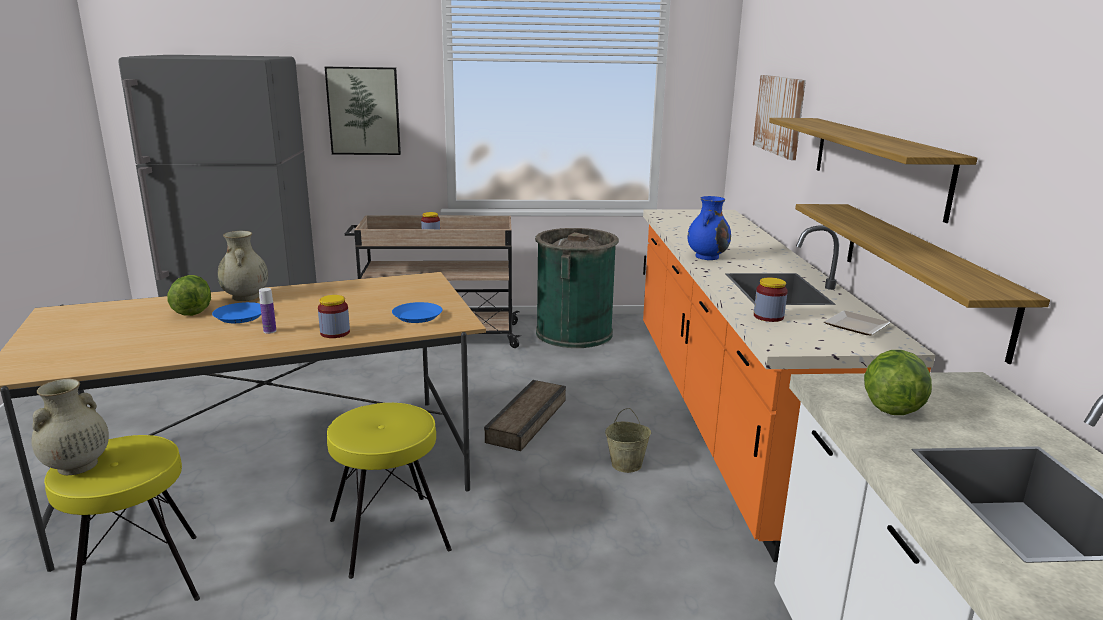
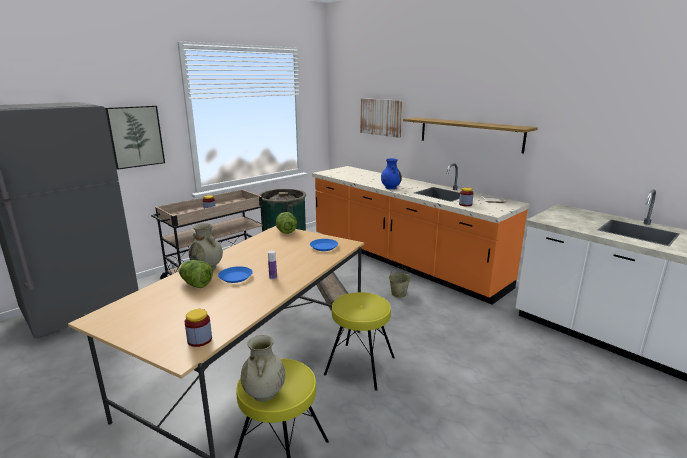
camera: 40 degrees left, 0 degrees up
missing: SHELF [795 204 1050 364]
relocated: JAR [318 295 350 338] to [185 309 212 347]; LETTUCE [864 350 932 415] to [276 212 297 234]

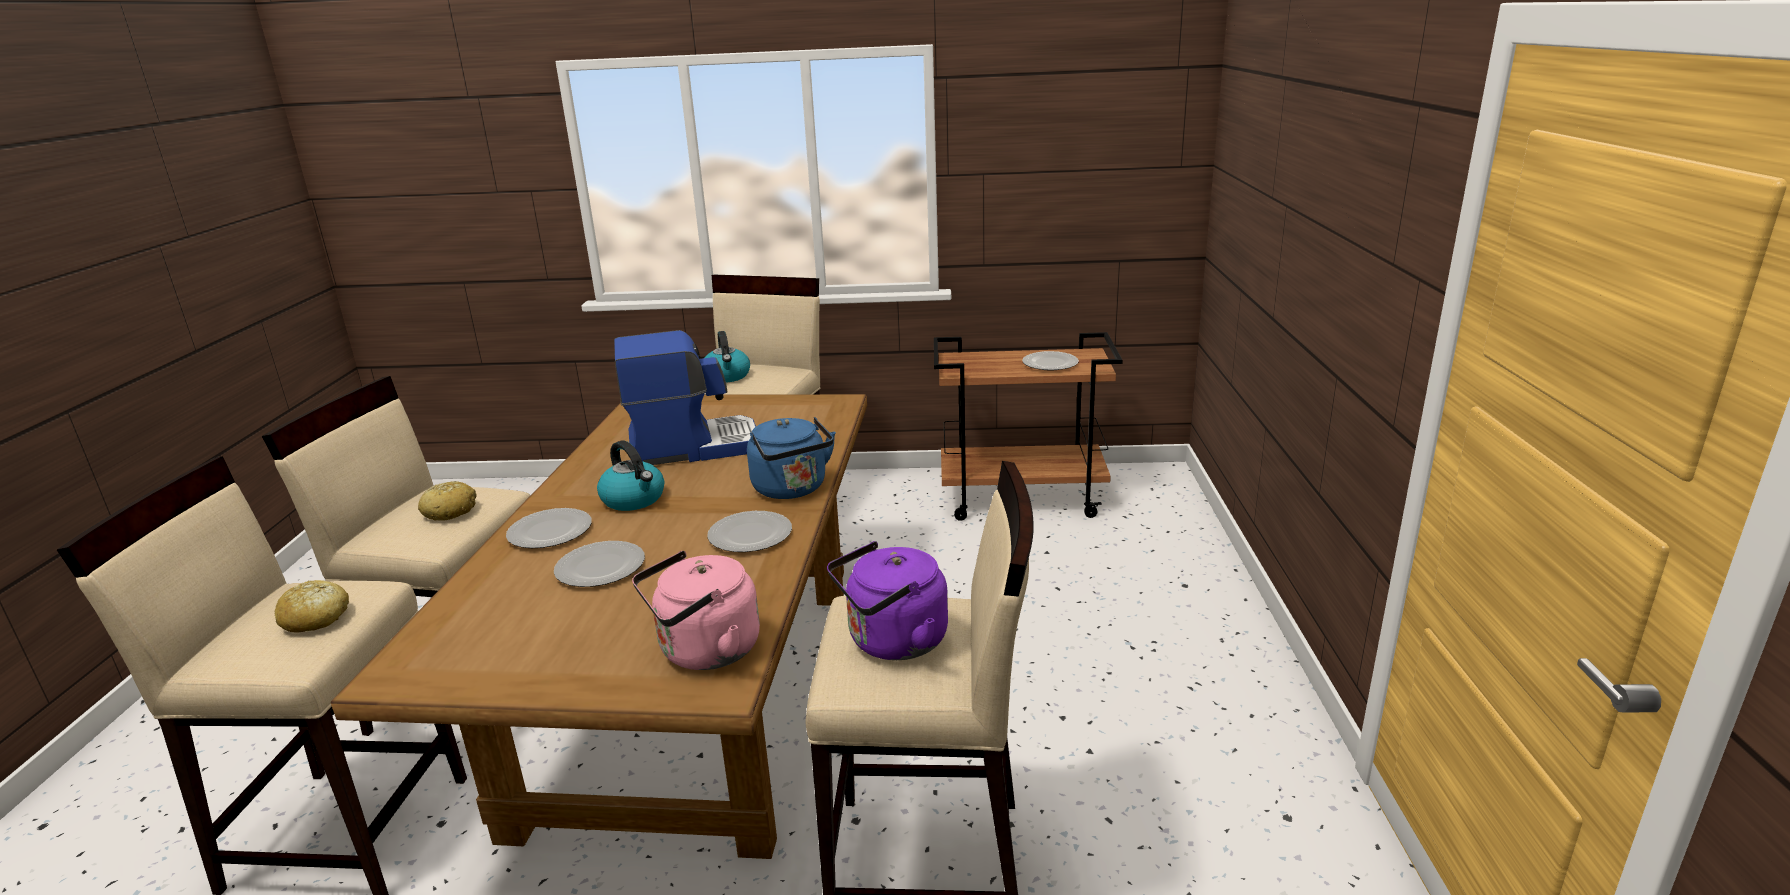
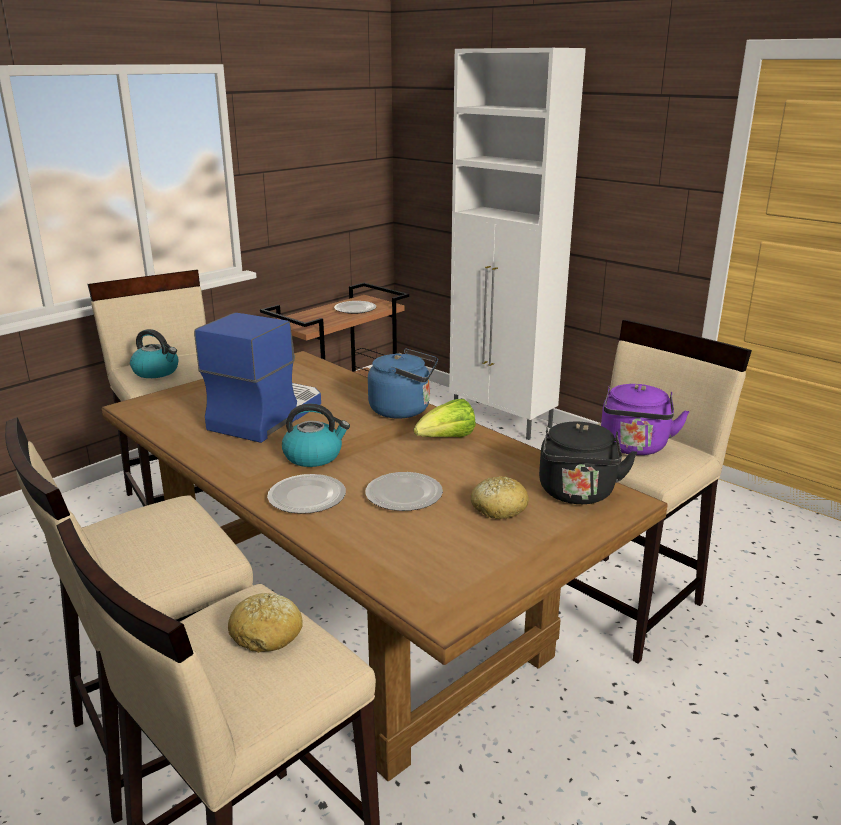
camera: 50 degrees left, 0 degrees up
appeared: WHITE CABINET [449 48 586 440]
relocated: BREAD [418 481 477 521] to [471 476 529 519]
exchanged: PLATE [707 511 792 552] to LETTUCE [414 399 476 438]
colour: PINK KETTLE [632 551 760 670] to BLACK KETTLE [539 422 637 504]

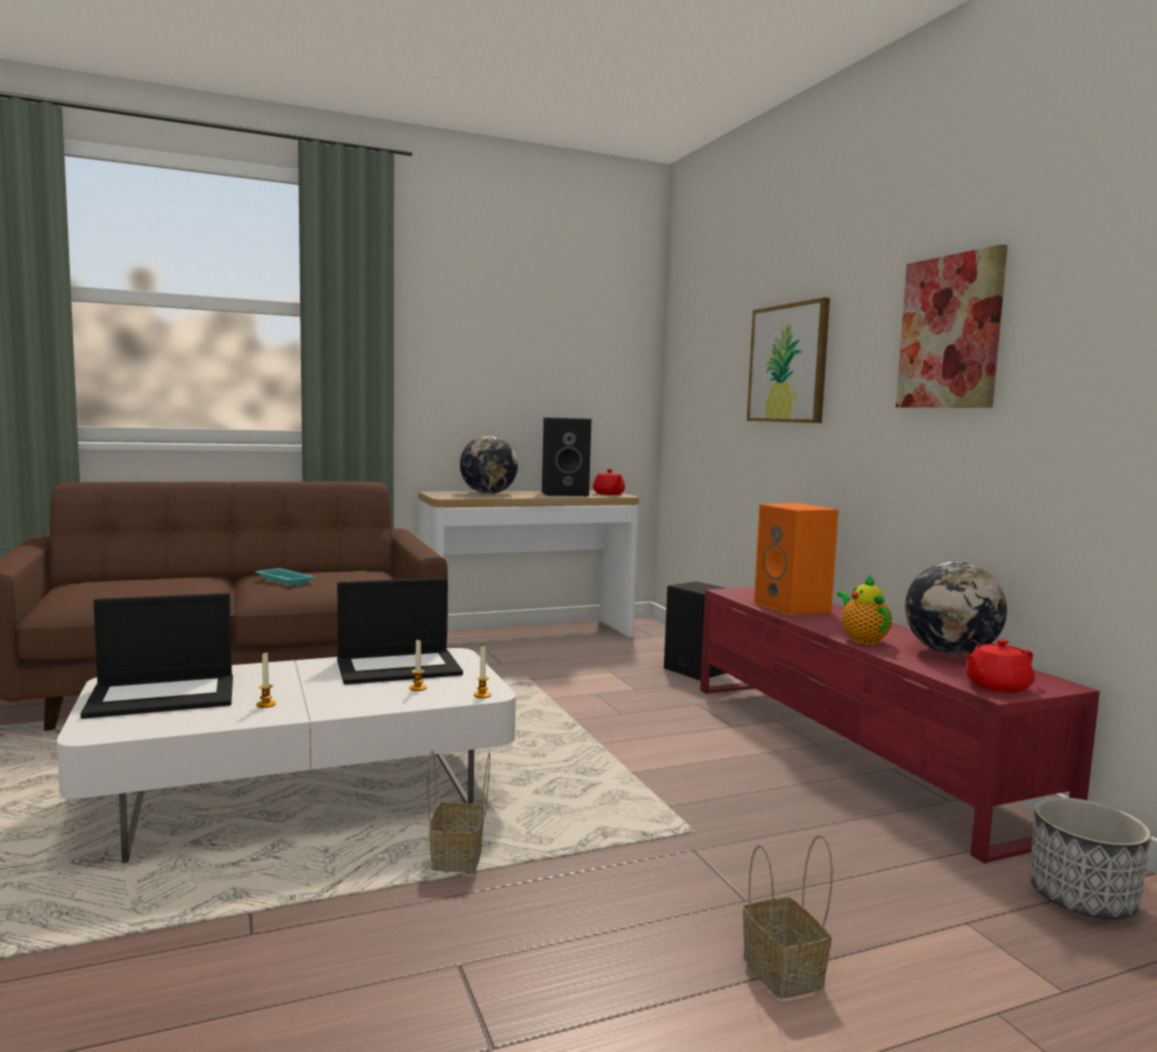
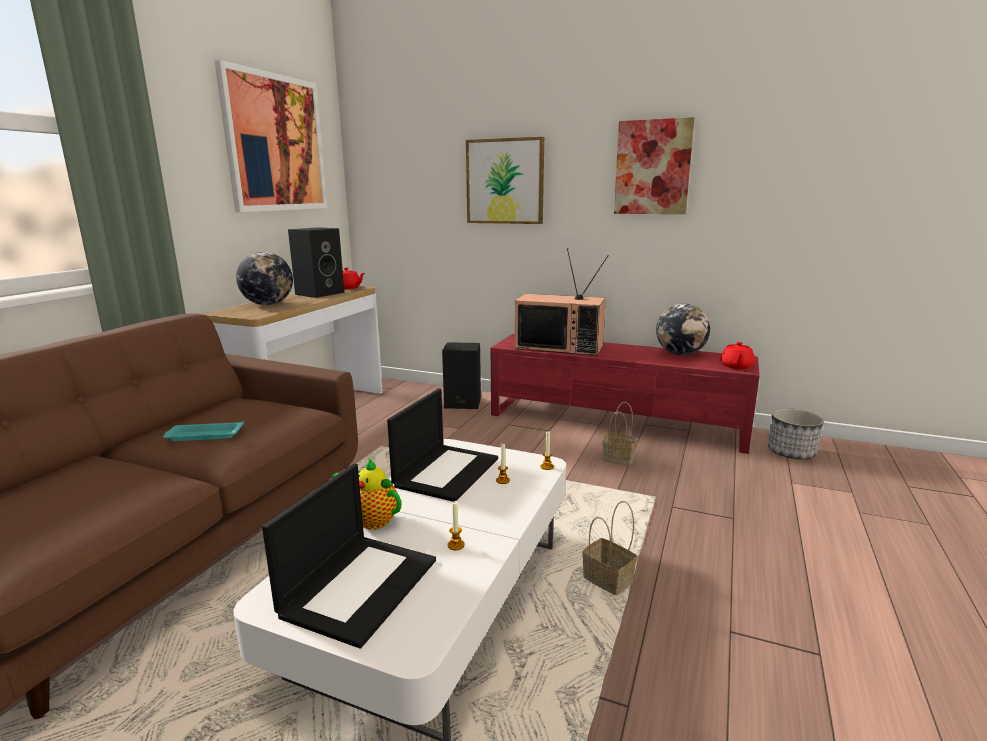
camera: 45 degrees left, 10 degrees up
appeared: PICTURE [214 60 327 212]
relocated: TEAPOT [837 574 892 645] to [332 459 401 530]; BASKET [743 835 833 999] to [602 402 637 466]
exchanged: ORANGE SPEAKER [754 503 839 616] to TELEVISION [515 248 609 356]

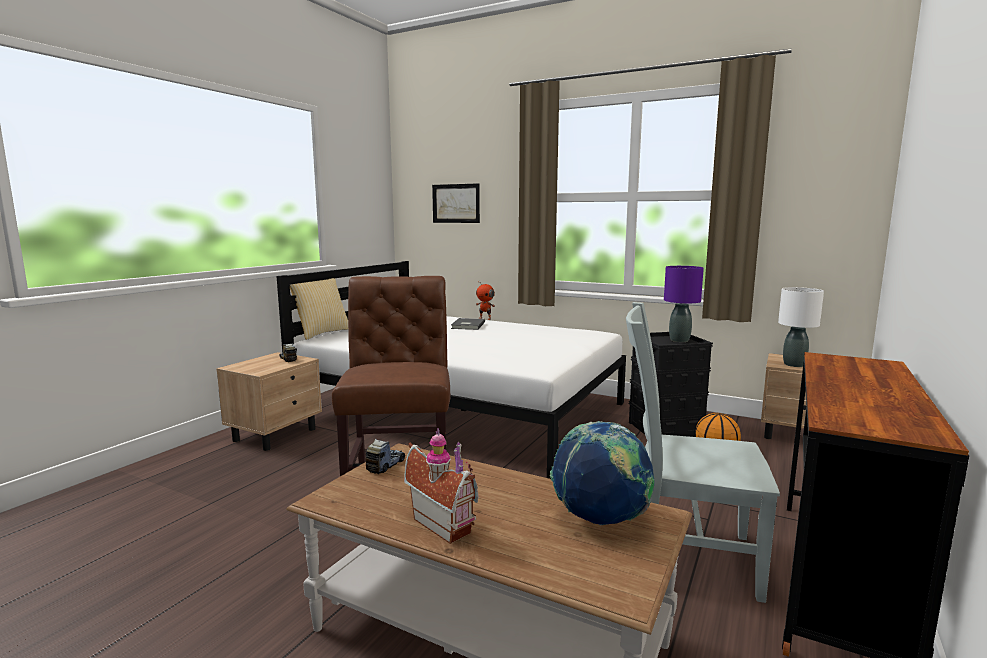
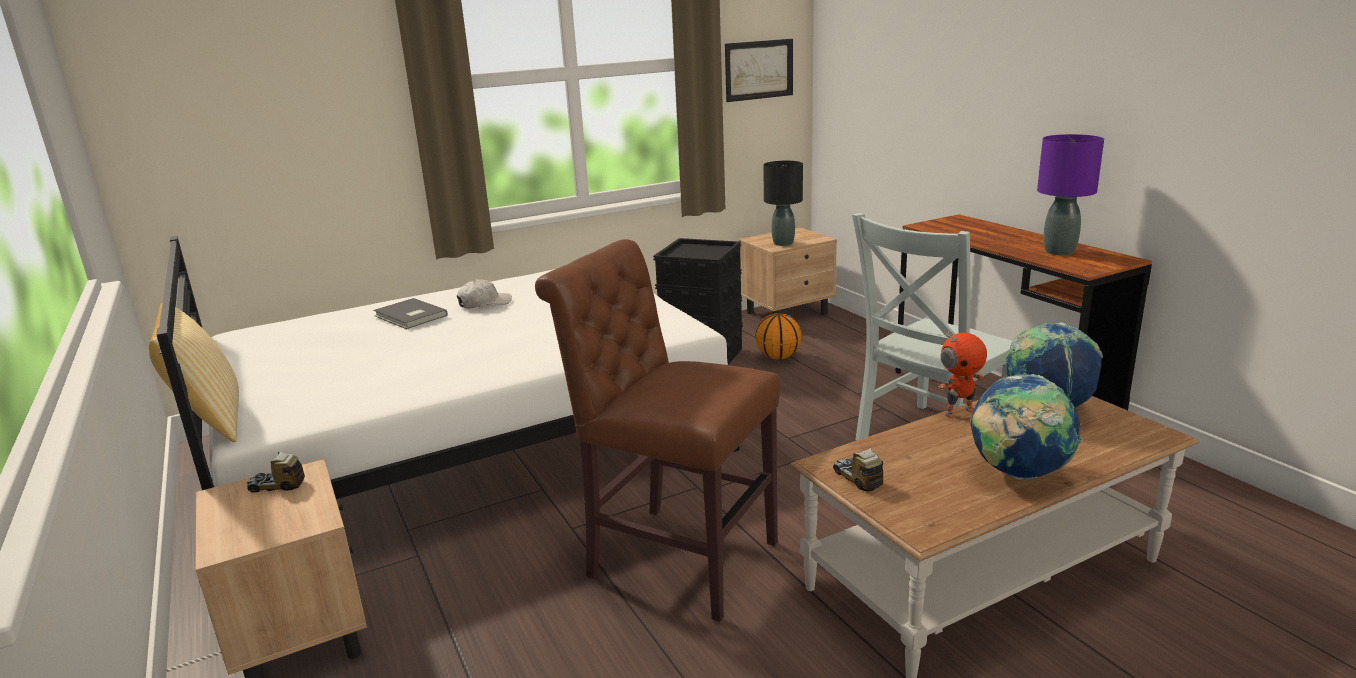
camera: 55 degrees left, 10 degrees up
appeared: WHITE CAP [457 279 512 309]
relocated: PICTURE [432 183 480 223] to [725 39 793 102]; PURPLE TABLE LAMP [664 266 704 342] to [1037 134 1104 255]; TOY ROBOT [476 281 495 320] to [938 330 987 418]
exchanged: TOY HOUSE [404 428 479 544] to GLOBE [970 374 1082 480]
colour: WHITE TABLE LAMP [778 287 824 367] to BLACK TABLE LAMP [763 161 803 246]

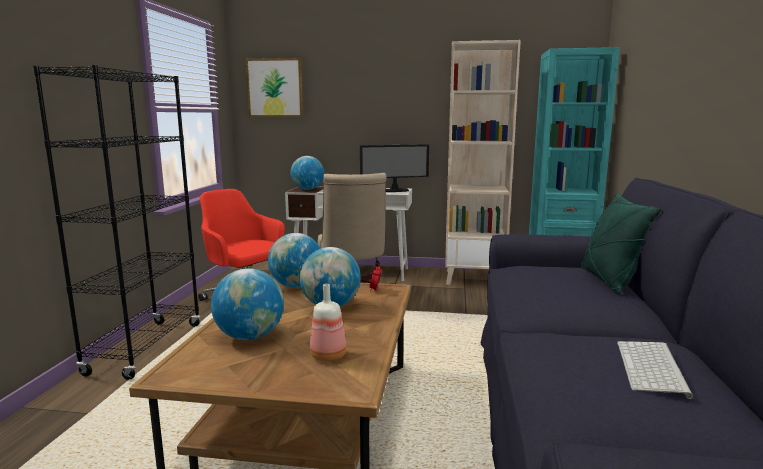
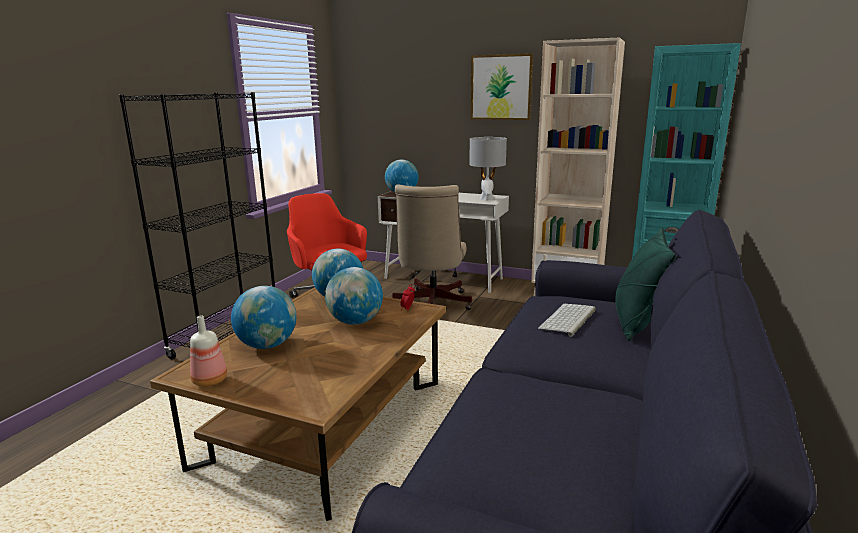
camera: 15 degrees right, 5 degrees up
relocated: PICTURE [246 58 303 117] to [471 53 534 120]; BOTTLE [310 284 347 362] to [190 315 227 387]; KEYBOARD [617 341 693 399] to [538 304 596 336]
exchanged: MONITOR [360 144 429 192] to GREY TABLE LAMP [469 137 507 200]

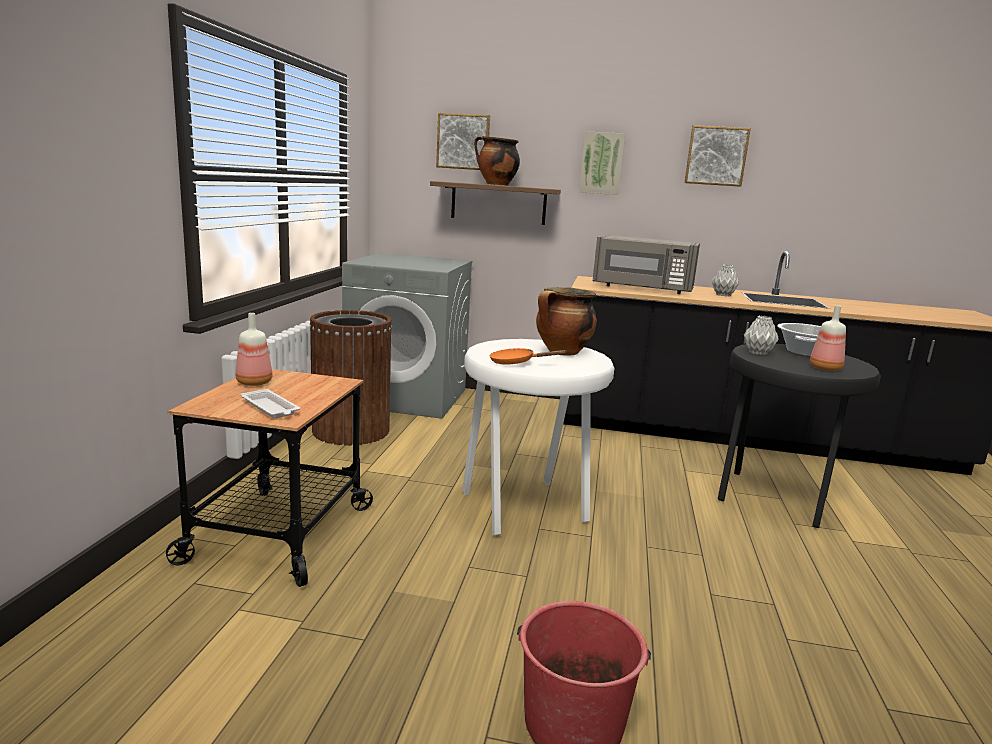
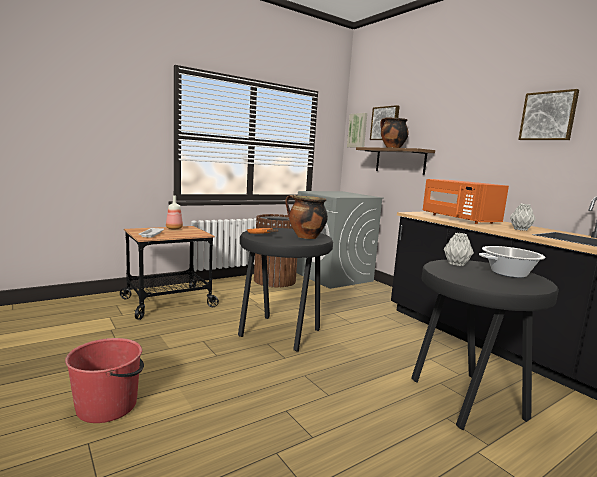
camera: 45 degrees right, 5 degrees down
missing: BOTTLE [810 305 846 371]
relocated: PICTURE [579 131 625 195] to [347 113 367 147]
colour: GREY MICROWAVE [593 235 700 294] to ORANGE MICROWAVE [423 179 509 224]; WHITE STOOL [462 339 614 535] to BLACK STOOL [238 228 333 352]

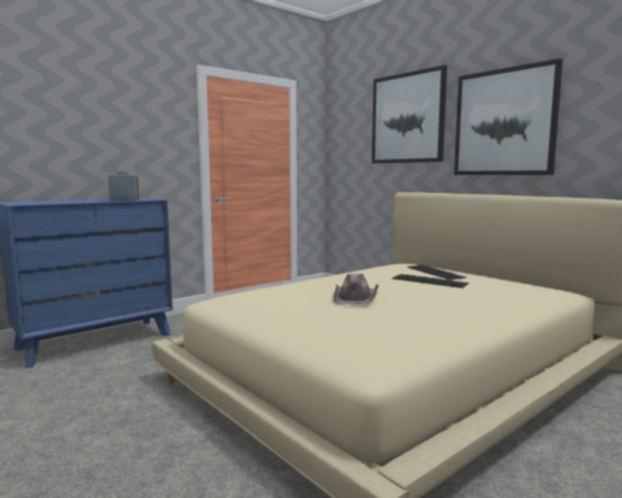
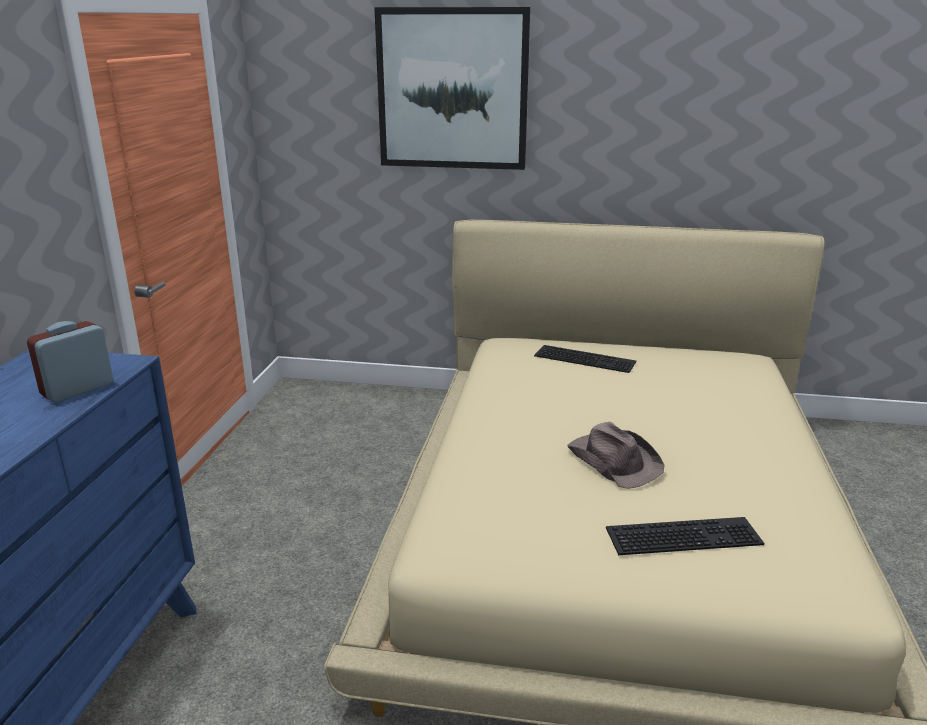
camera: 40 degrees left, 15 degrees up
missing: PICTURE [454 58 563 175]
relocated: KEYBOARD [392 274 469 288] to [606 517 764 555]

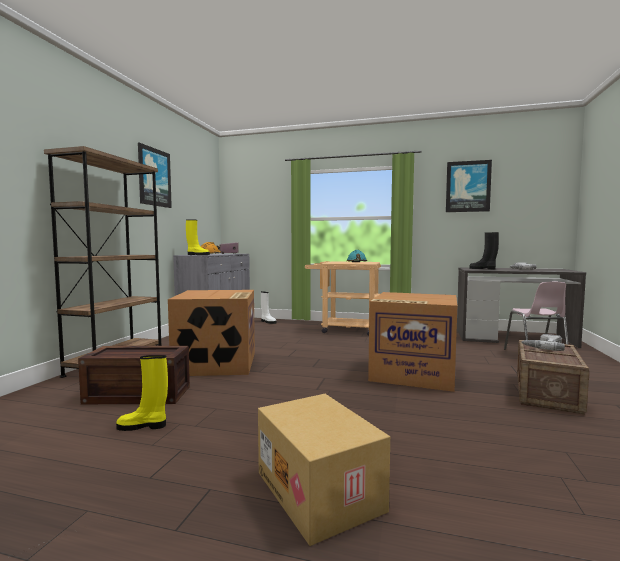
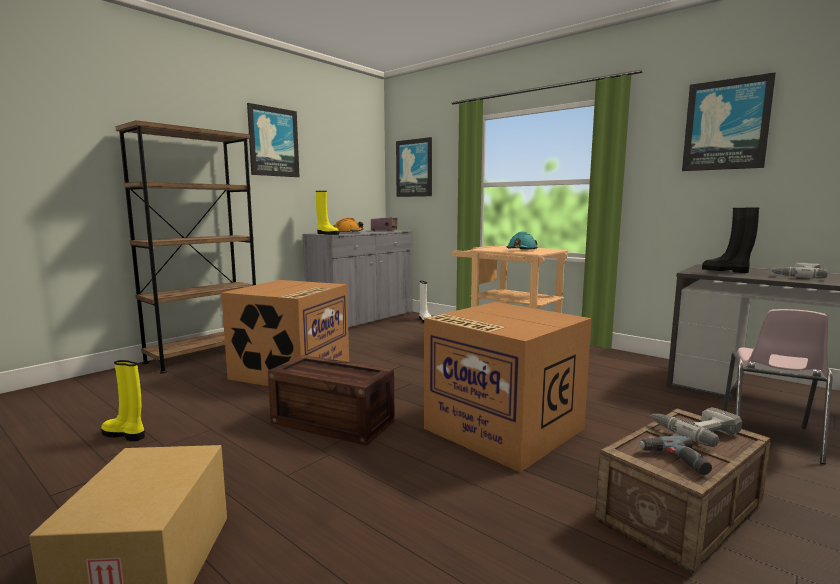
camera: 25 degrees right, 5 degrees up
appeared: PICTURE [396 137 432 197]; POWER DRILL [639 435 712 475]
relocated: CRATE [78 346 190 404] to [268 355 395 446]

